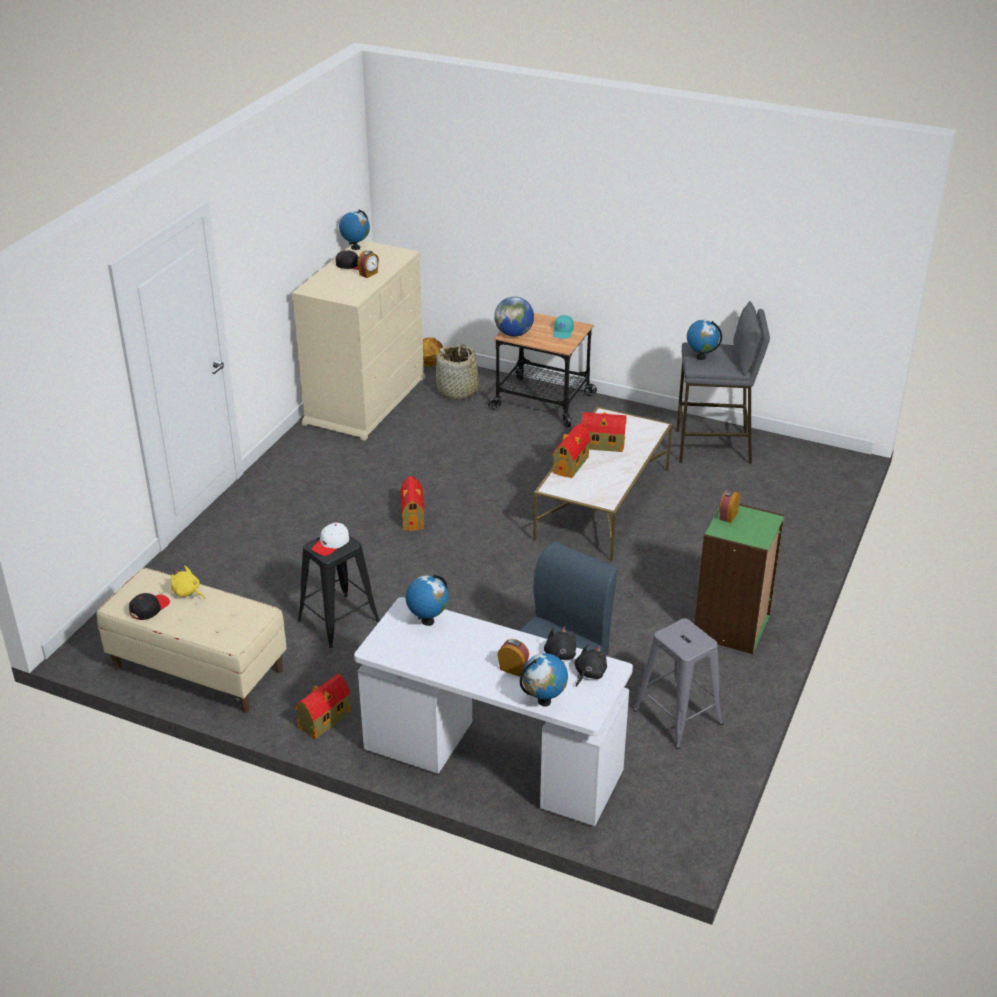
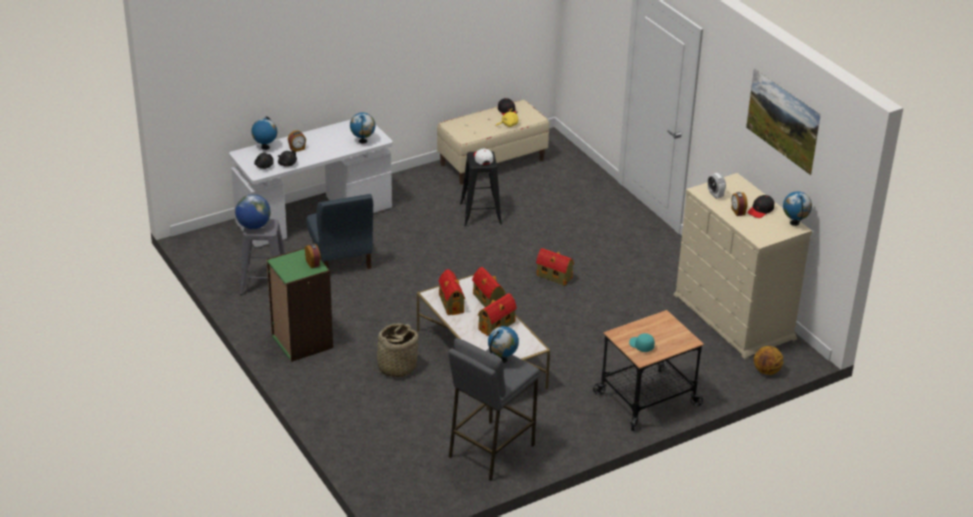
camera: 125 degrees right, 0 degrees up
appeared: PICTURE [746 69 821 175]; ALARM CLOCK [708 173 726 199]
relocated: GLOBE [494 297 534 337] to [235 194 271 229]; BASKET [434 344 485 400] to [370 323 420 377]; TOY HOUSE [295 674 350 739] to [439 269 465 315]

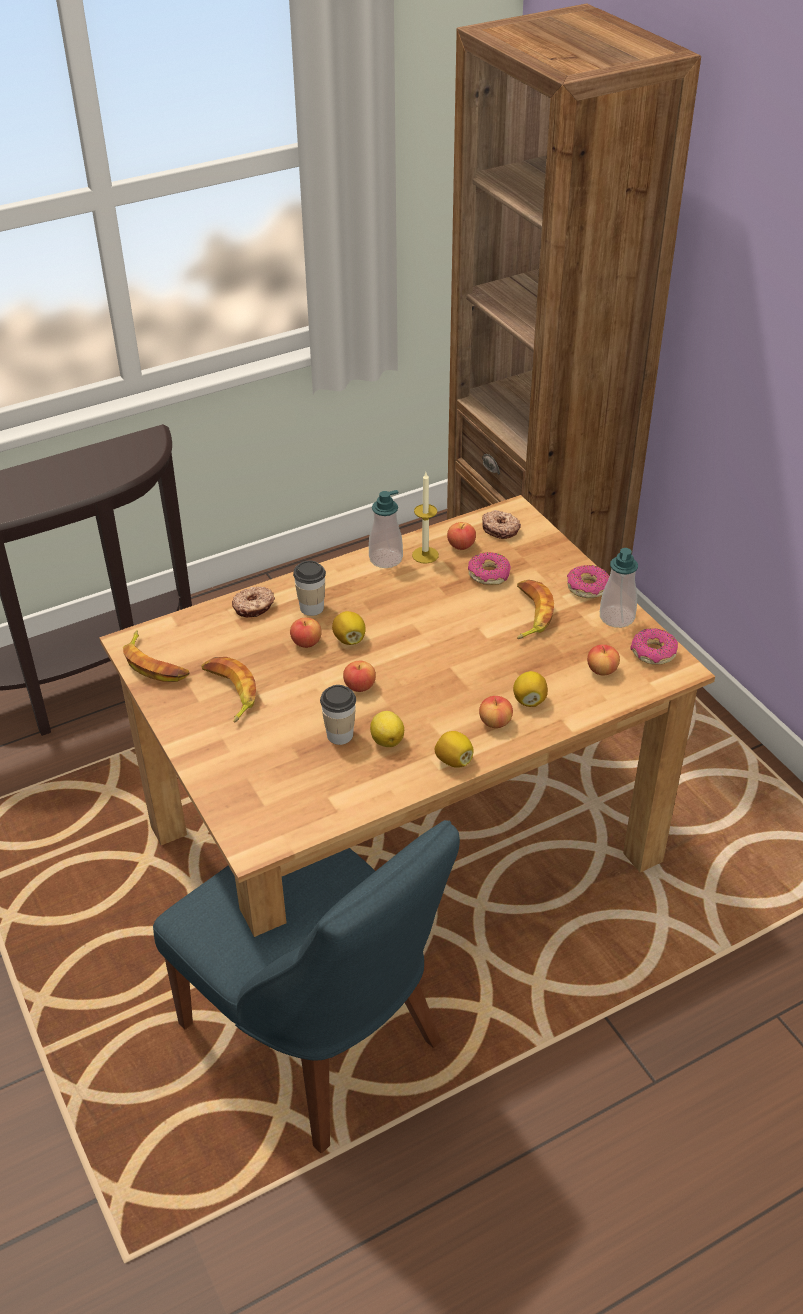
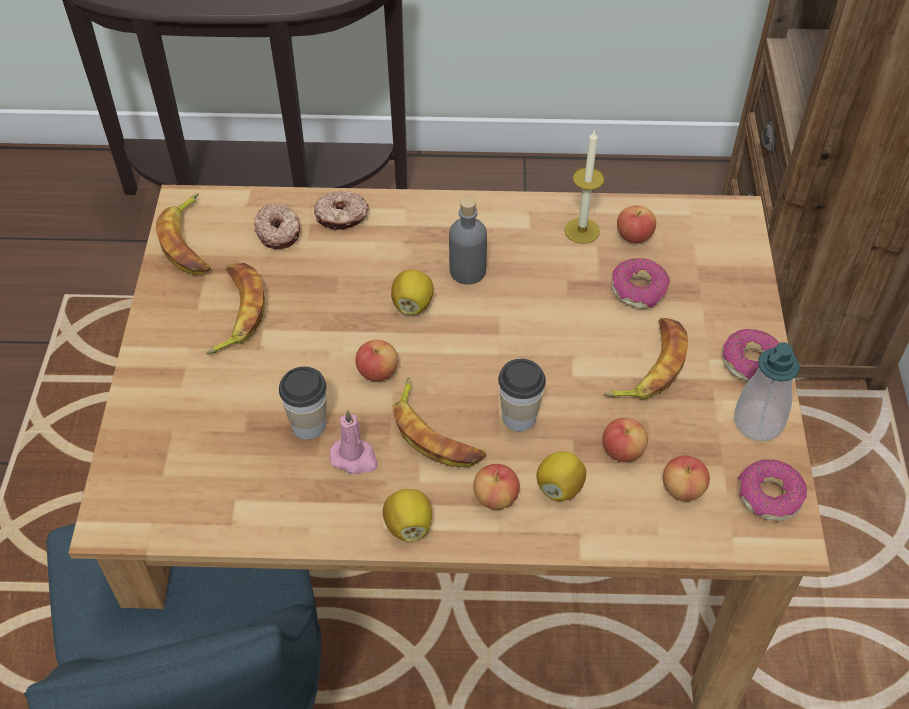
camera: 30 degrees right, 10 degrees up
missing: SOAP DISPENSER [369 490 403 568]
appeared: GREY BOTTLE [449 196 487 285]; BANANA [392 377 487 467]
relocated: DONUT [482 510 521 539] to [255 204 301 249]; CUP [293 560 326 616] to [498 359 546 432]; APPLE [290 617 322 648] to [603 418 648 462]
exchanged: LEMON [370 711 404 747] to PINK CANDLE [330 410 378 474]

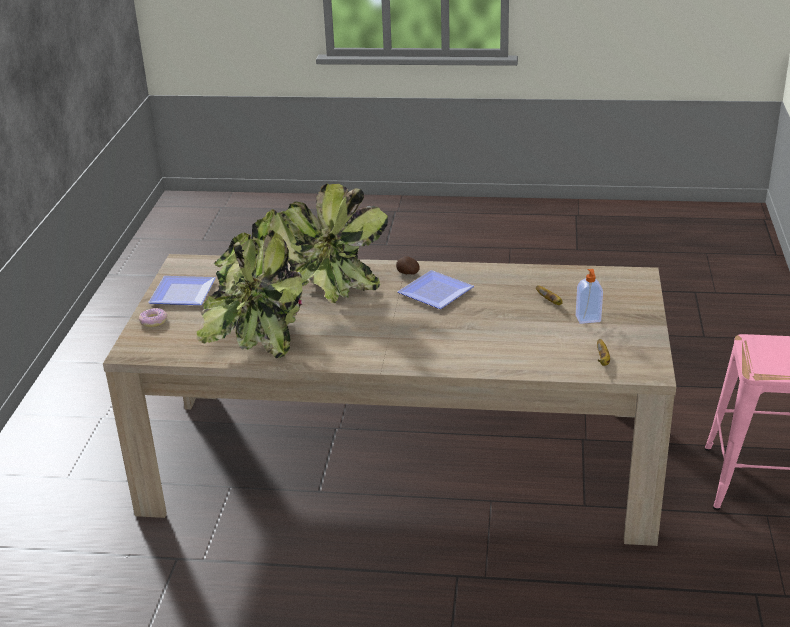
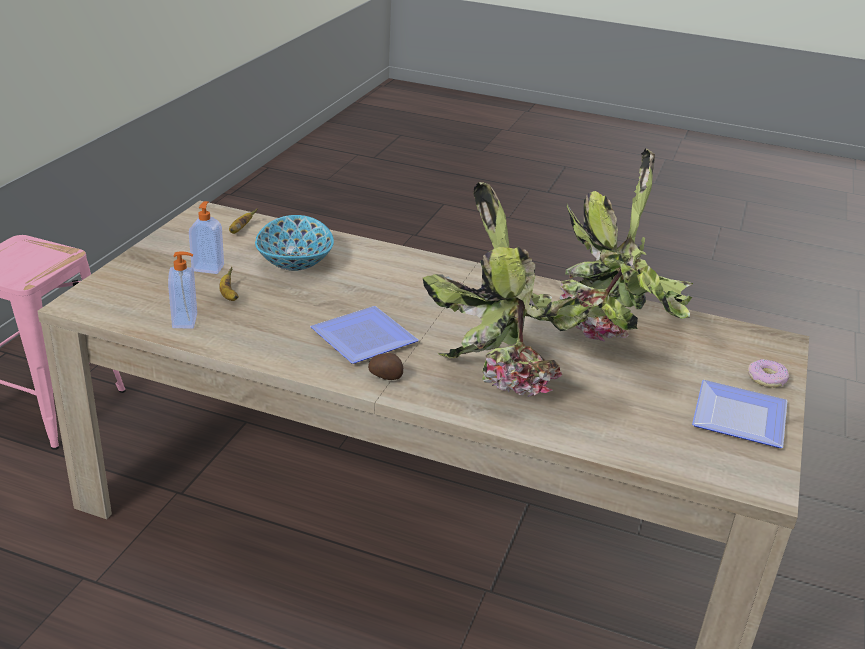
camera: 170 degrees left, 0 degrees up
appeared: BOWL [255 215 334 271]; SOAP DISPENSER [168 251 197 328]

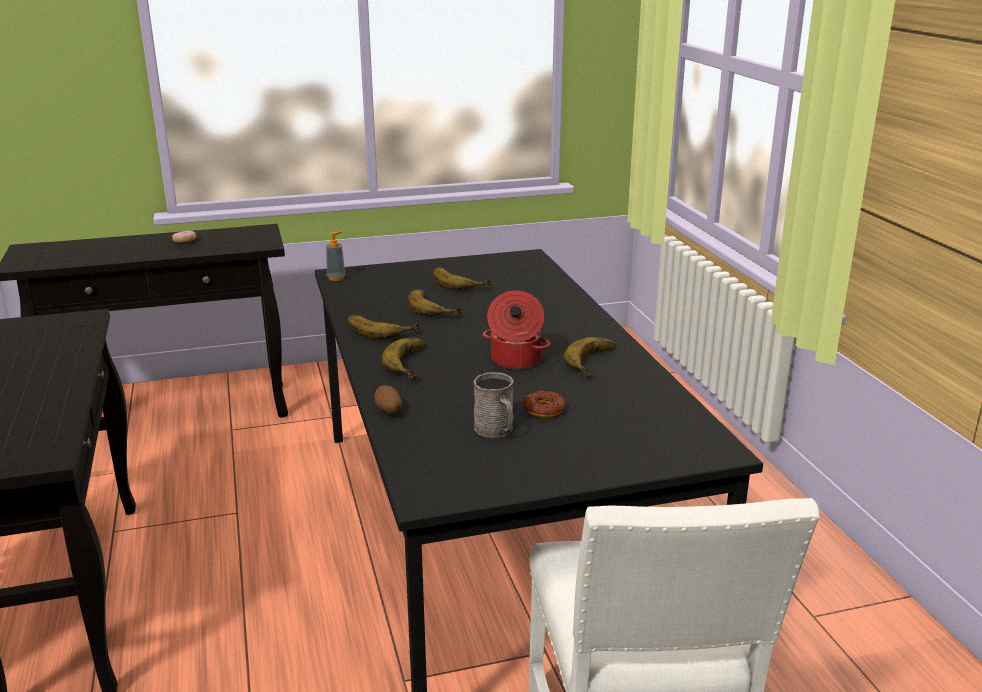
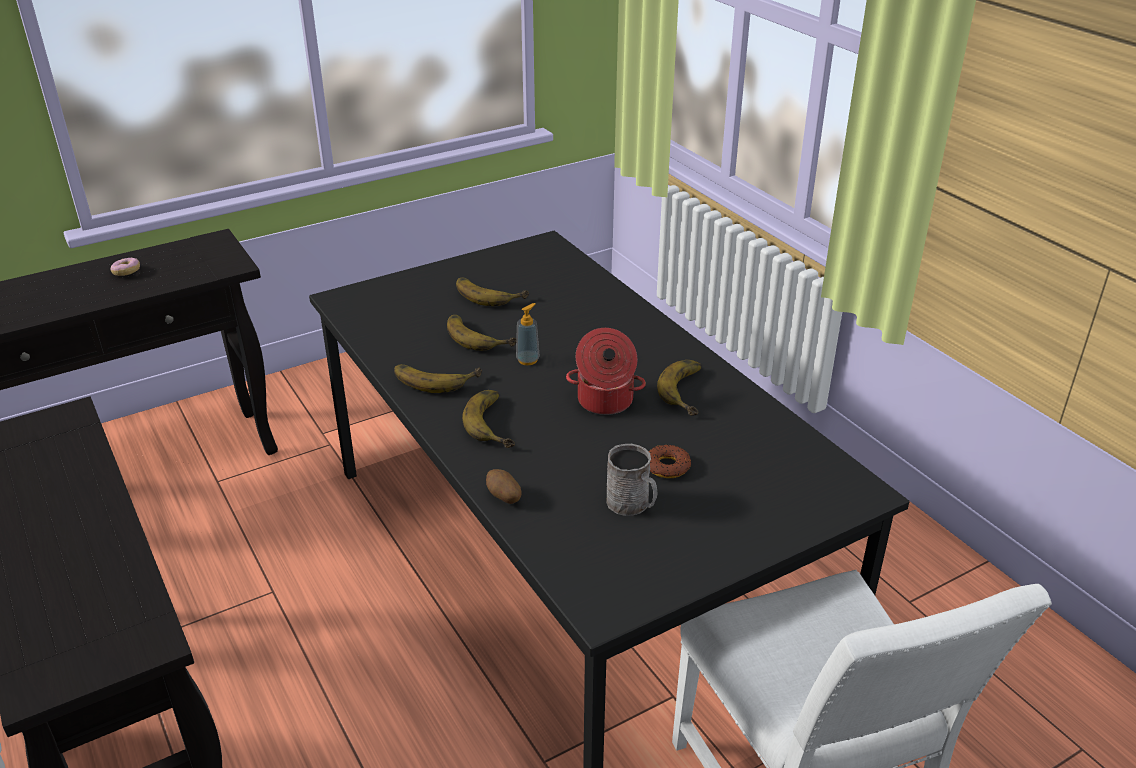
camera: 15 degrees left, 10 degrees up
relocated: SOAP DISPENSER [326 231 345 281] to [516 303 540 365]

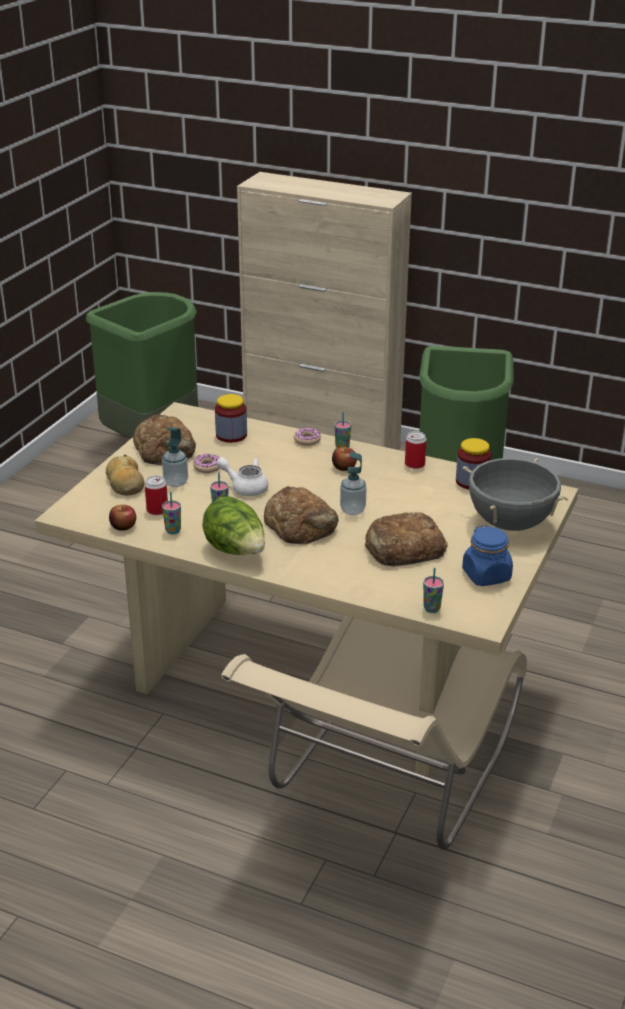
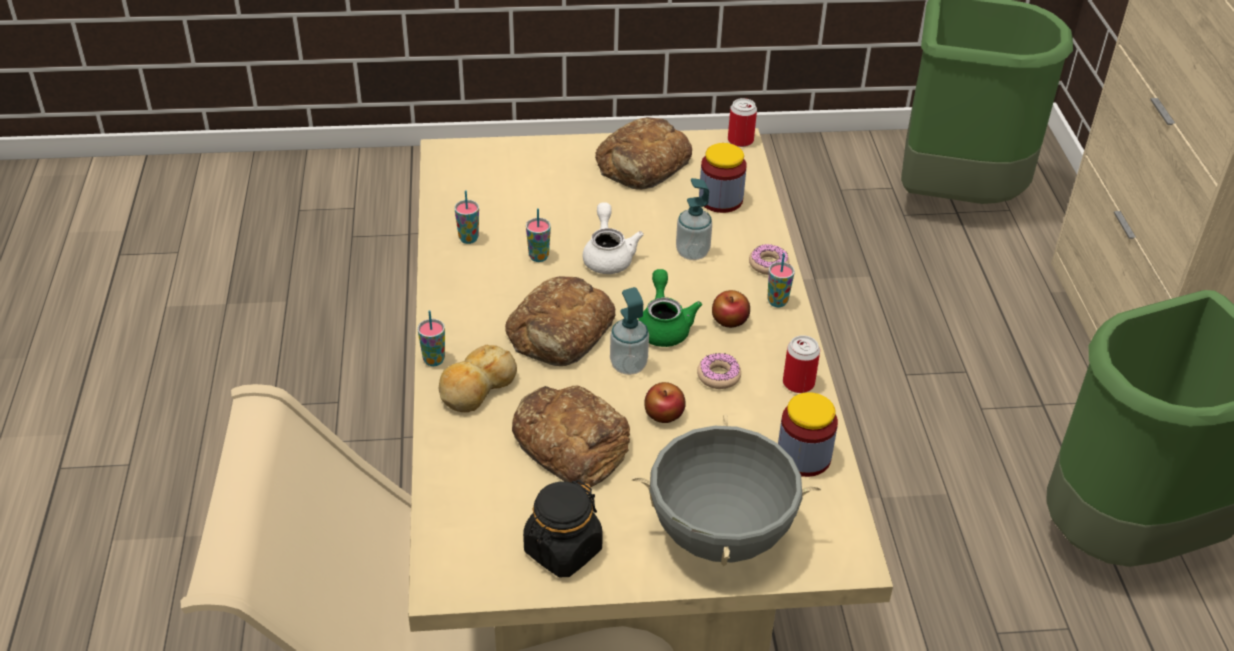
camera: 60 degrees right, 10 degrees up
missing: LETTUCE [202 496 265 555]
appeared: GREEN TEAPOT [638 269 702 347]
relocated: SOAP DISPENSER [162 427 188 487] to [676 178 712 260]; BREAD [106 454 144 495] to [439 345 517 412]; DONUT [193 454 219 473] to [697 353 741 389]; CAN [145 475 168 515] to [728 98 757 147]; APPLE [109 505 136 531] to [644 382 686 423]; CUP [423 568 444 613] to [417 310 445 366]
colour: BLUE JAR [462 525 513 586] to BLACK JAR [523 480 603 577]

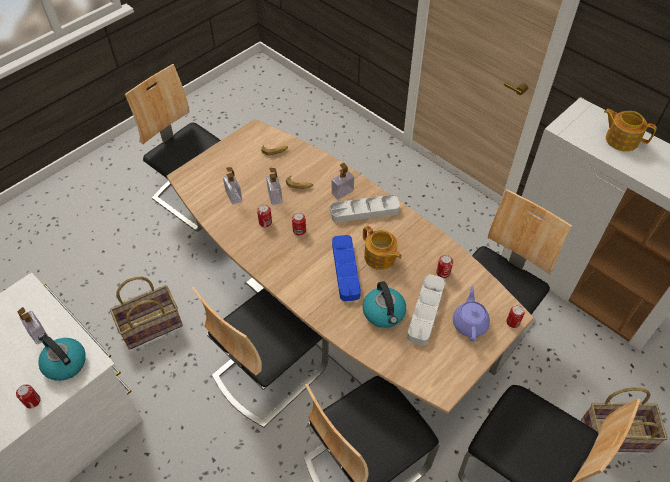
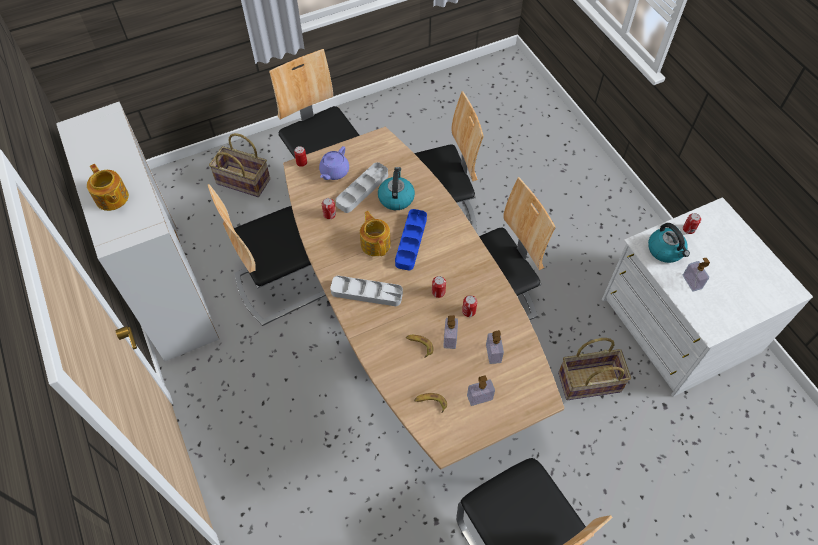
camera: 160 degrees left, 5 degrees up
relocated: SOAP DISPENSER [332 163 354 199] to [467 375 495 406]

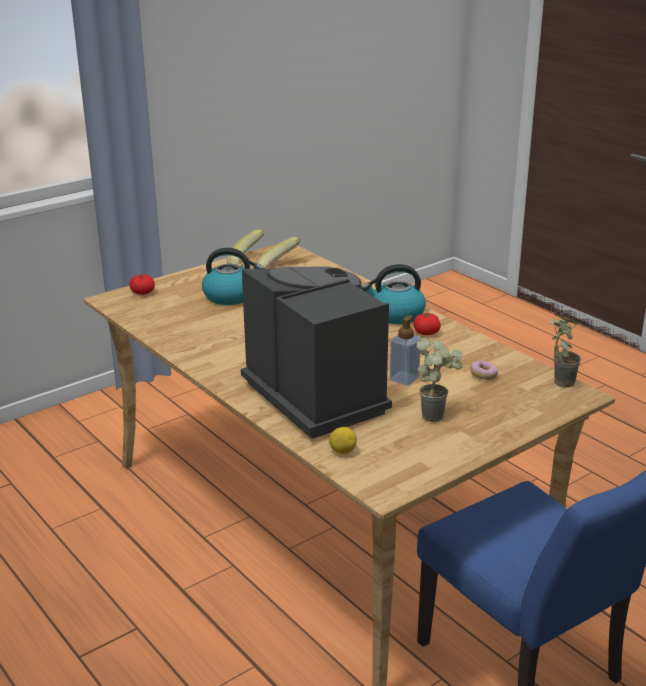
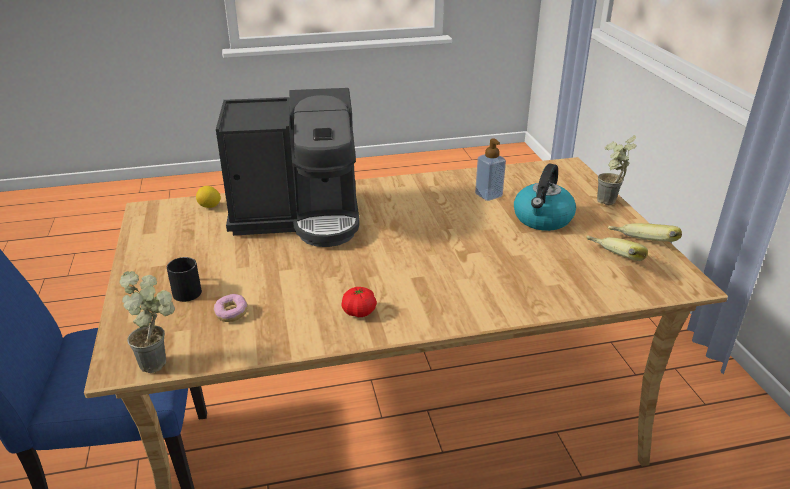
camera: 115 degrees right, 5 degrees up
missing: KETTLE [361 264 426 324]; TOMATO [129 274 155 295]
appeared: BLACK MUG [167 257 202 302]
relocated: SOAP DISPENSER [390 315 421 386] to [475 139 506 201]; POTTED PLANT [416 338 463 422] to [597 135 637 205]

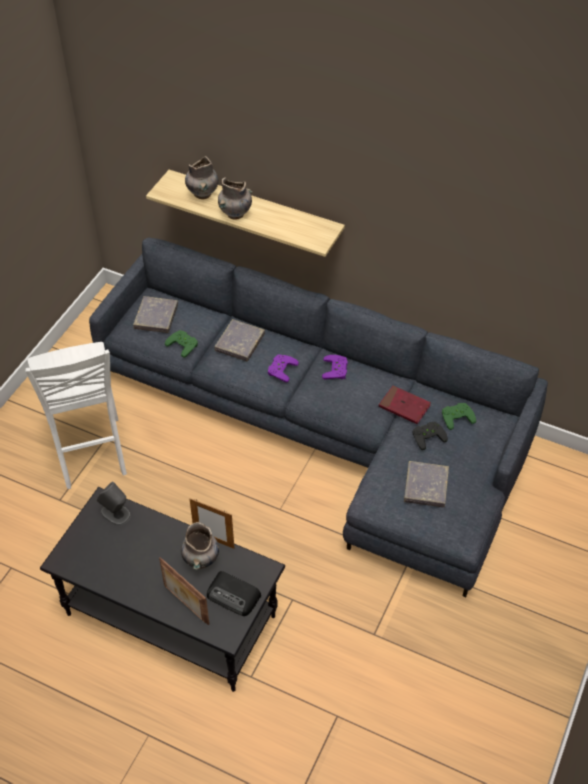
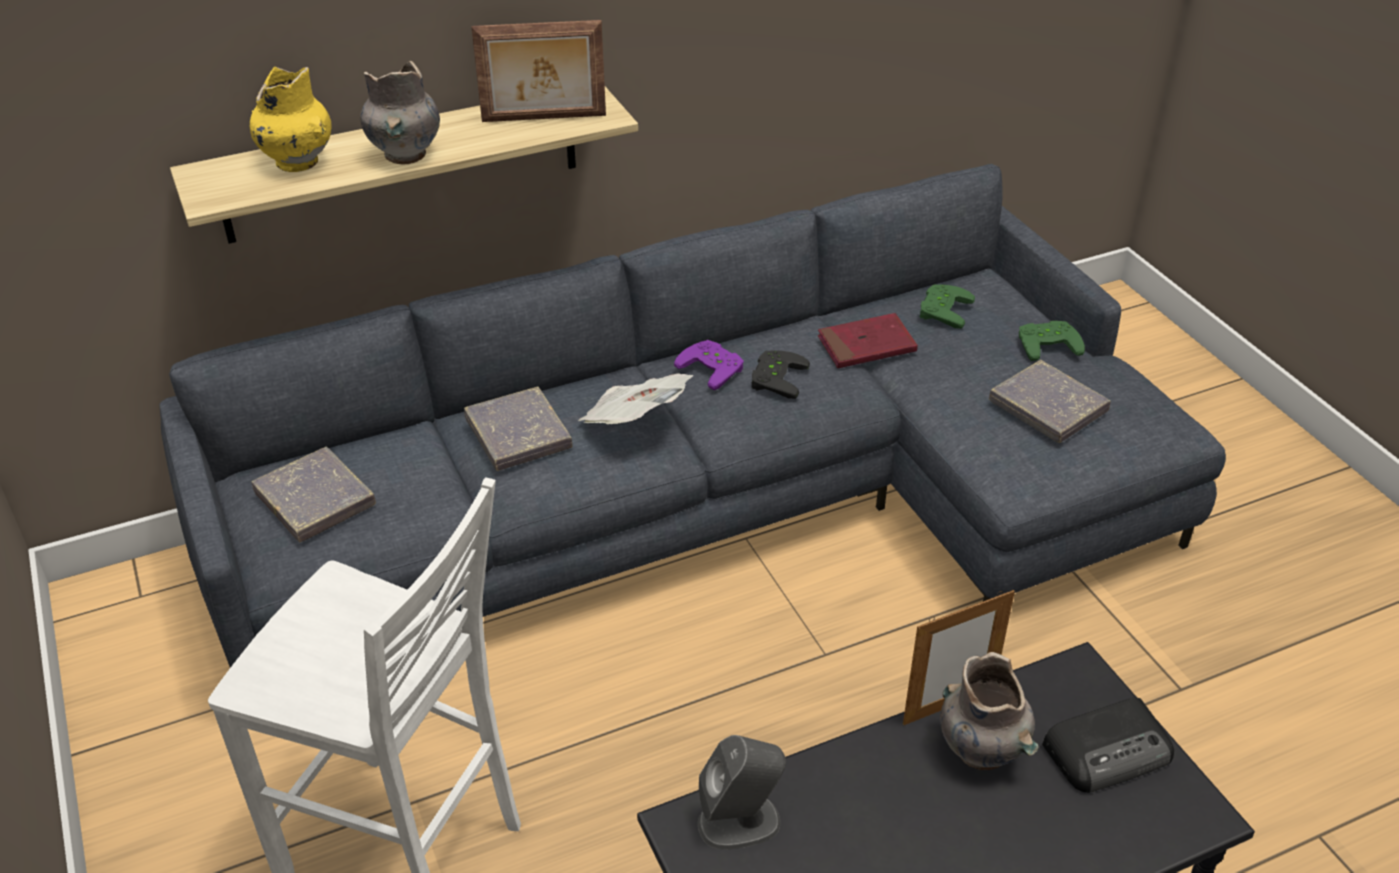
camera: 50 degrees left, 10 degrees down
relocated: GREEN GAME CONTROLLER [165 330 198 358] to [1019 321 1085 361]; BLACK GAME CONTROLLER [412 422 448 450] to [751 351 810 399]; PICTURE FRAME [159 557 209 625] to [471 20 606 122]
exchanged: PURPLE GAME CONTROLLER [268 355 299 382] to NEWSPAPER [578 373 693 424]
colour: GREY VASE [185 156 219 199] to YELLOW VASE [250 67 331 172]

